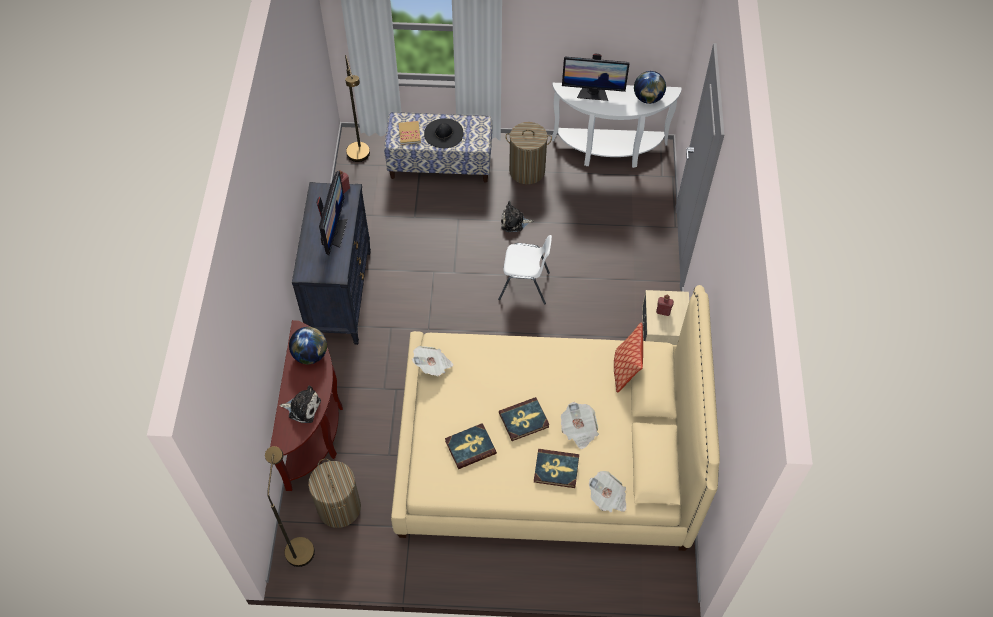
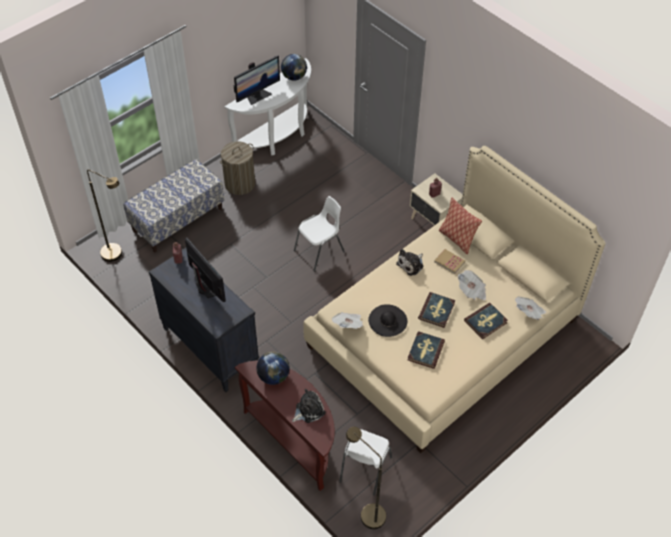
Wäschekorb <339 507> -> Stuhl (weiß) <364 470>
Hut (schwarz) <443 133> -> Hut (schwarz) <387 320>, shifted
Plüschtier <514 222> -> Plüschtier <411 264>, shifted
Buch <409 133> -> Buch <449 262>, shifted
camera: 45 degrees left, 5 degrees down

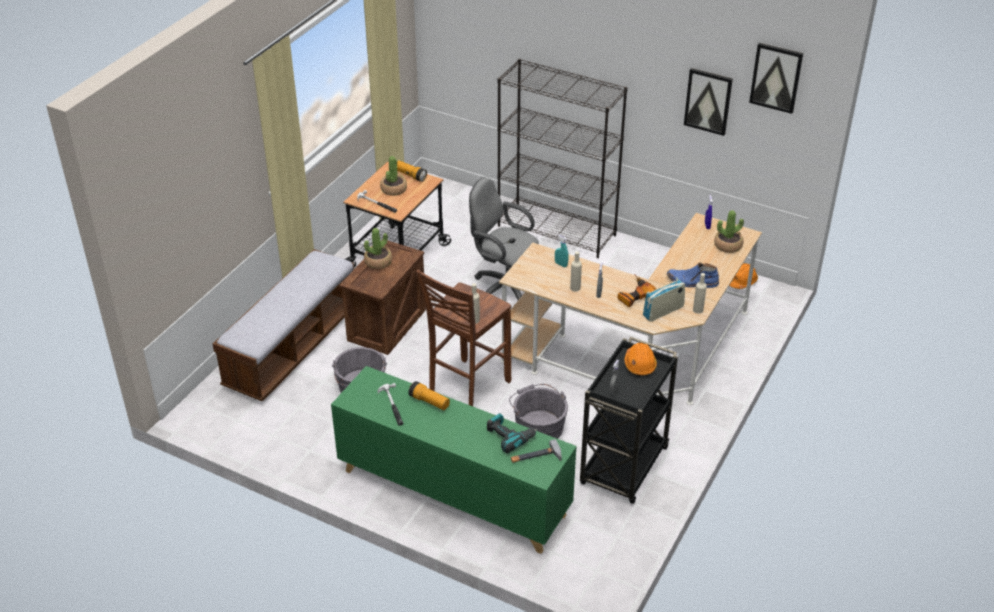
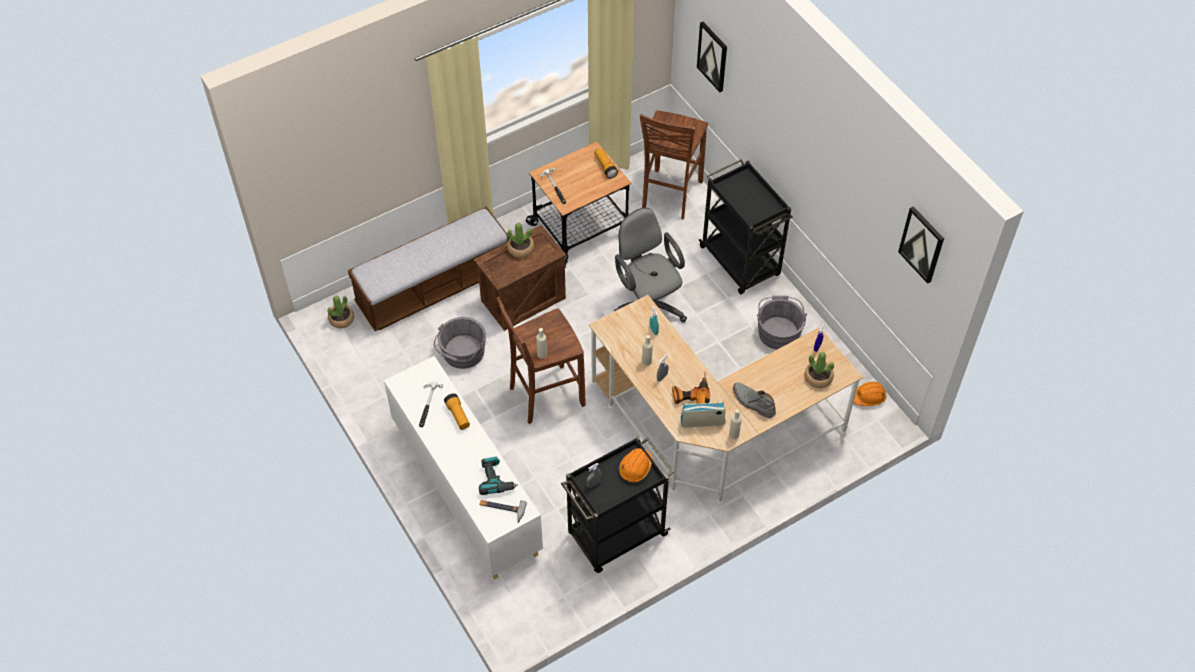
Topfpflanze <393 189> -> Topfpflanze <341 319>, shifted
Schrank (grün) <453 493> -> Schrank (weiß) <466 489>
none -> Hocker (braun) <669 195>
Bild <708 101> -> Bild <713 56>, shifted
Bücherregal (schwarz) <557 230> -> Rollwagen (schwarz) <740 262>
Stiefel (blau) <692 282> -> Stiefel (grau) <753 402>
Eimer (grau) <538 425> -> Eimer (grau) <778 330>, shifted
camera: 30 degrees right, 15 degrees up

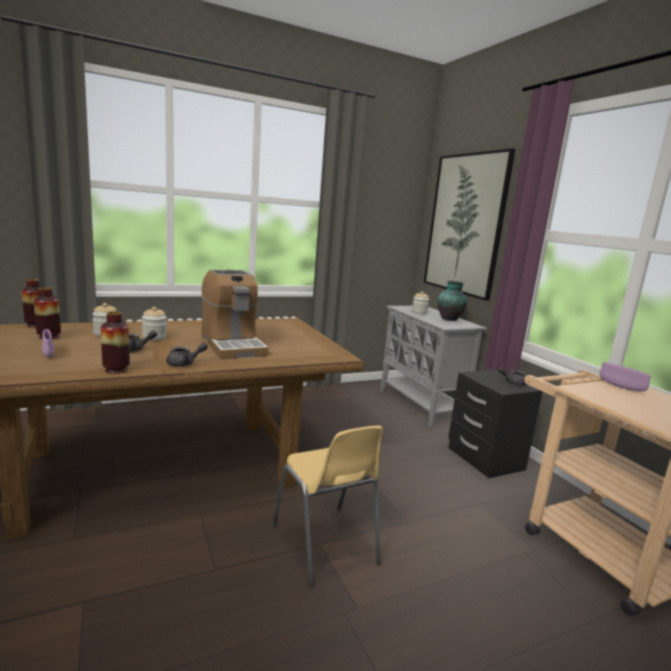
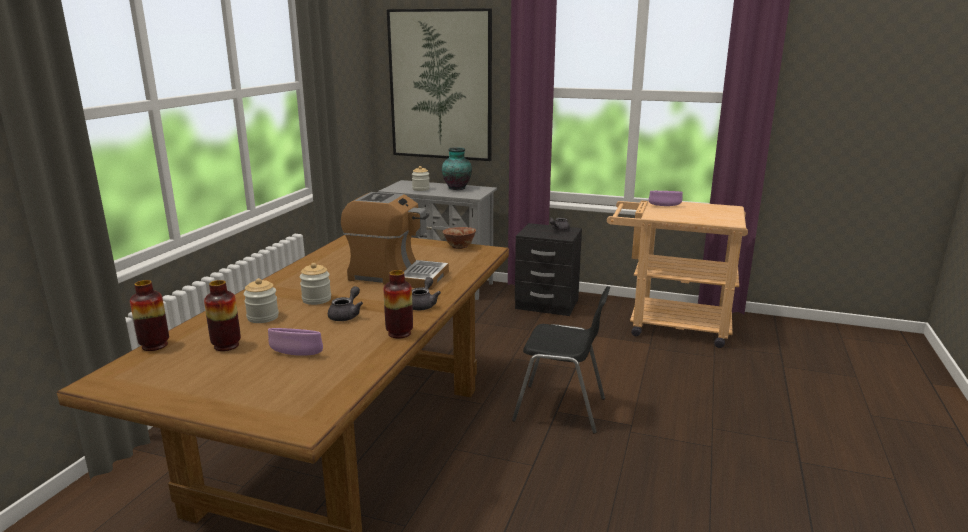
none -> Schüssel <459 247>
Stuhl (gelb) <325 545> -> Stuhl (schwarz) <561 409>
camera: 45 degrees left, 5 degrees up

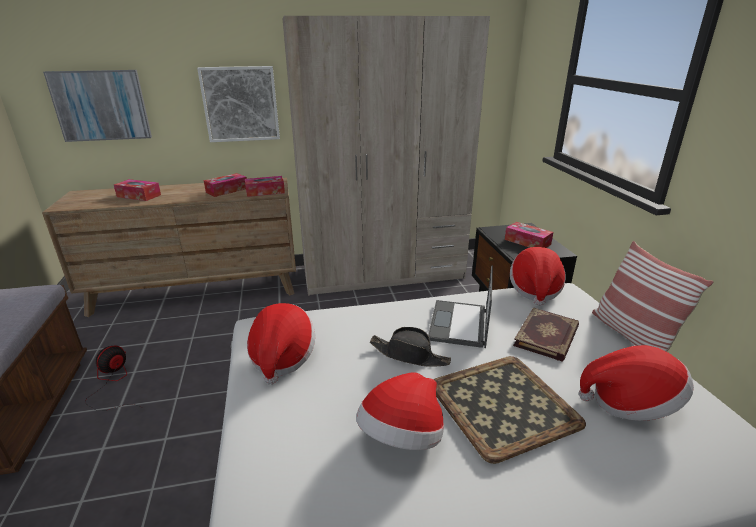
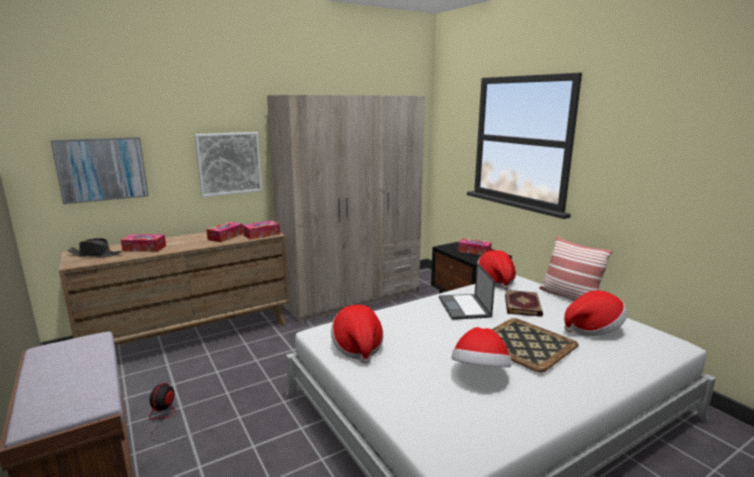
Hut (schwarz) <409 355> -> Hut (schwarz) <95 255>, shifted
camera: 20 degrees left, 10 degrees down

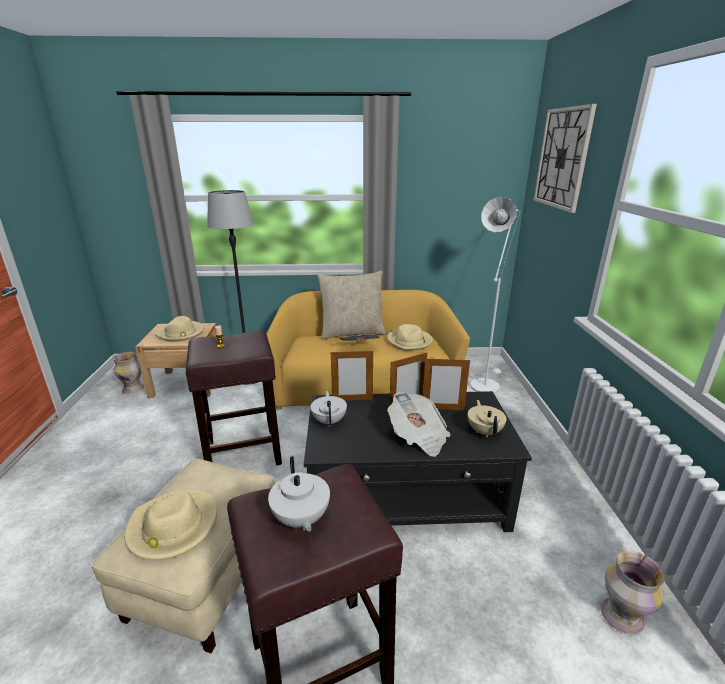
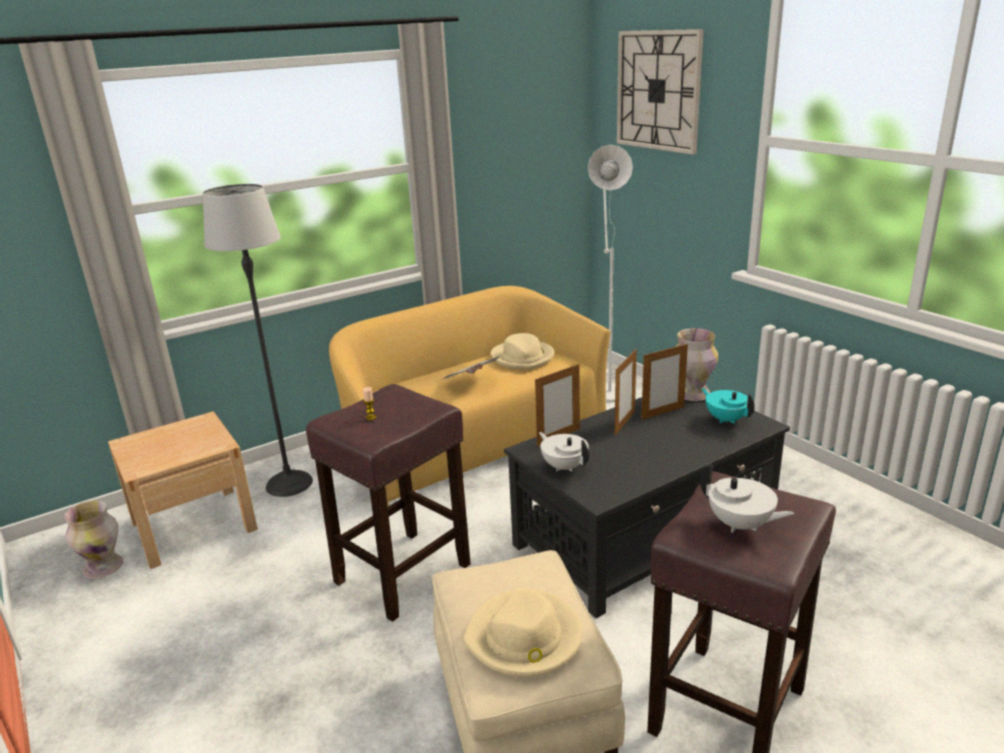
Vase <620 616> -> Vase <691 394>, shifted
Teekanne (beige) <484 431> -> Teekanne (türkis) <726 419>
Hut (beige) <181 333> -> none
Kissen (beige) <352 332> -> none
Zeitung <418 437> -> none
camera: 30 degrees left, 0 degrees up

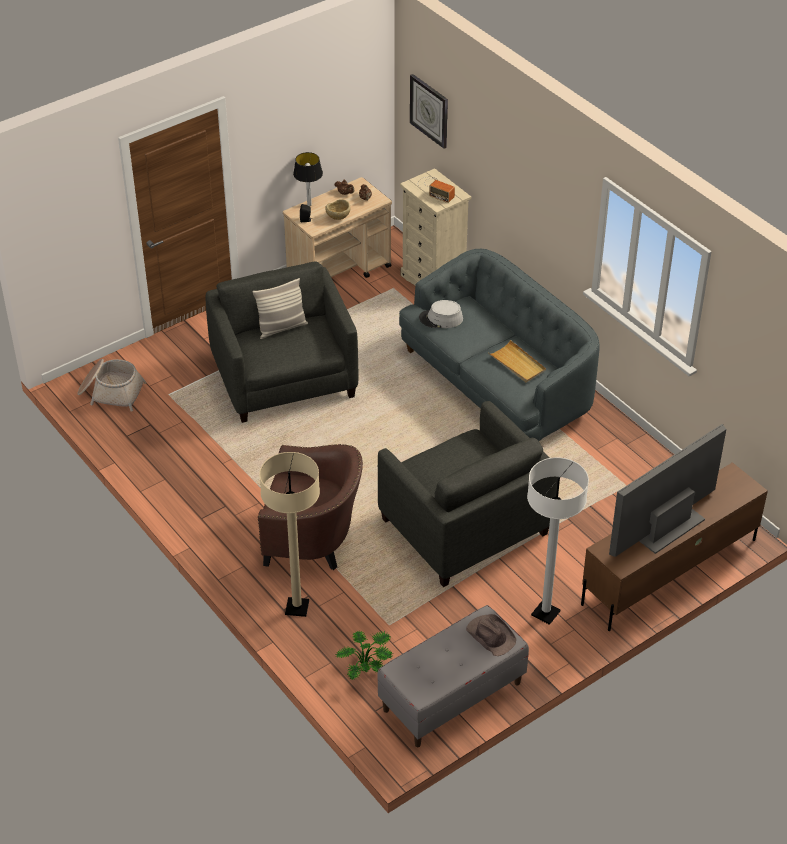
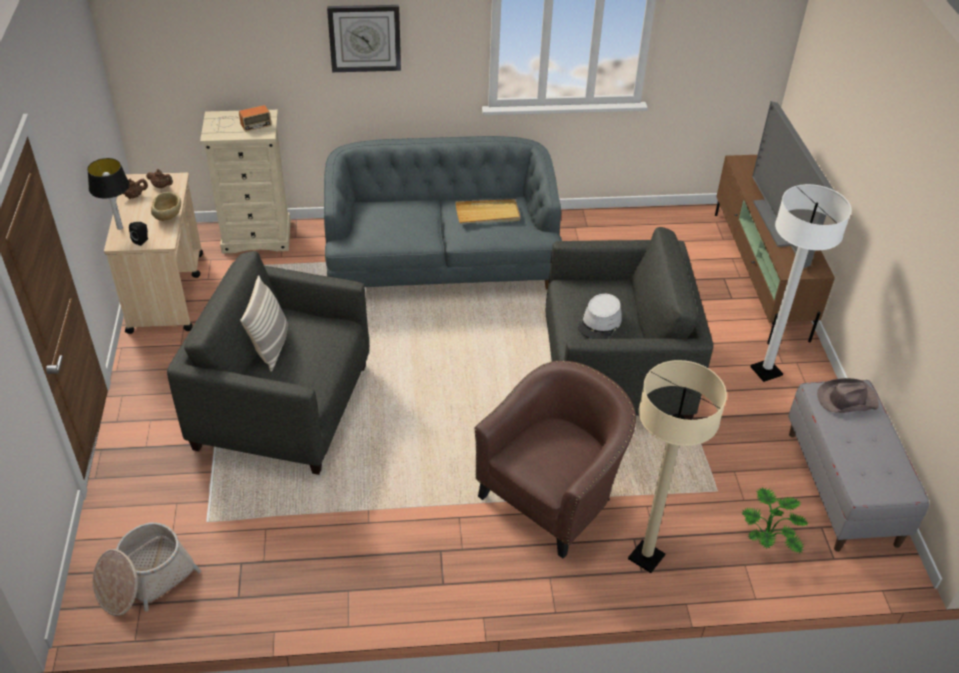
Wanduhr <429 110> -> Wanduhr <364 38>, shifted
Hut (grau) <441 319> -> Hut (grau) <600 323>, shifted
camera: 60 degrees left, 0 degrees up

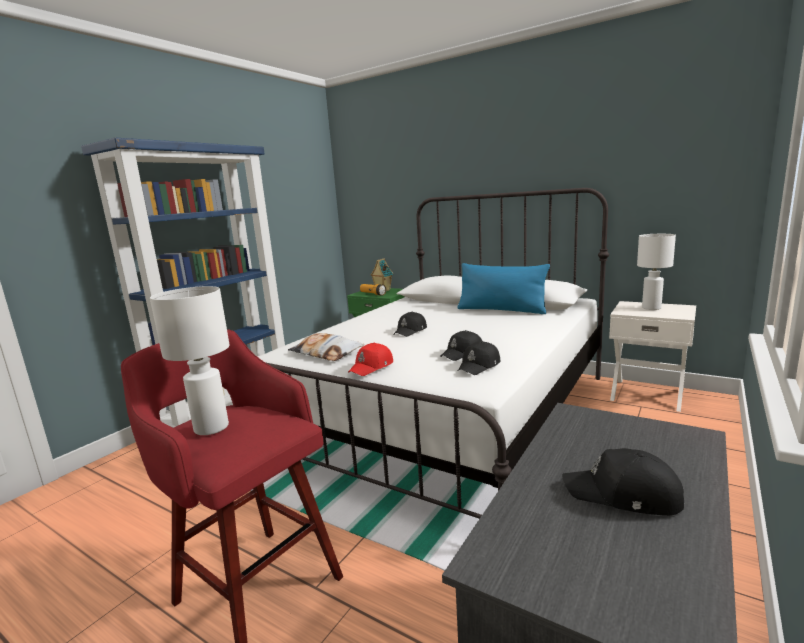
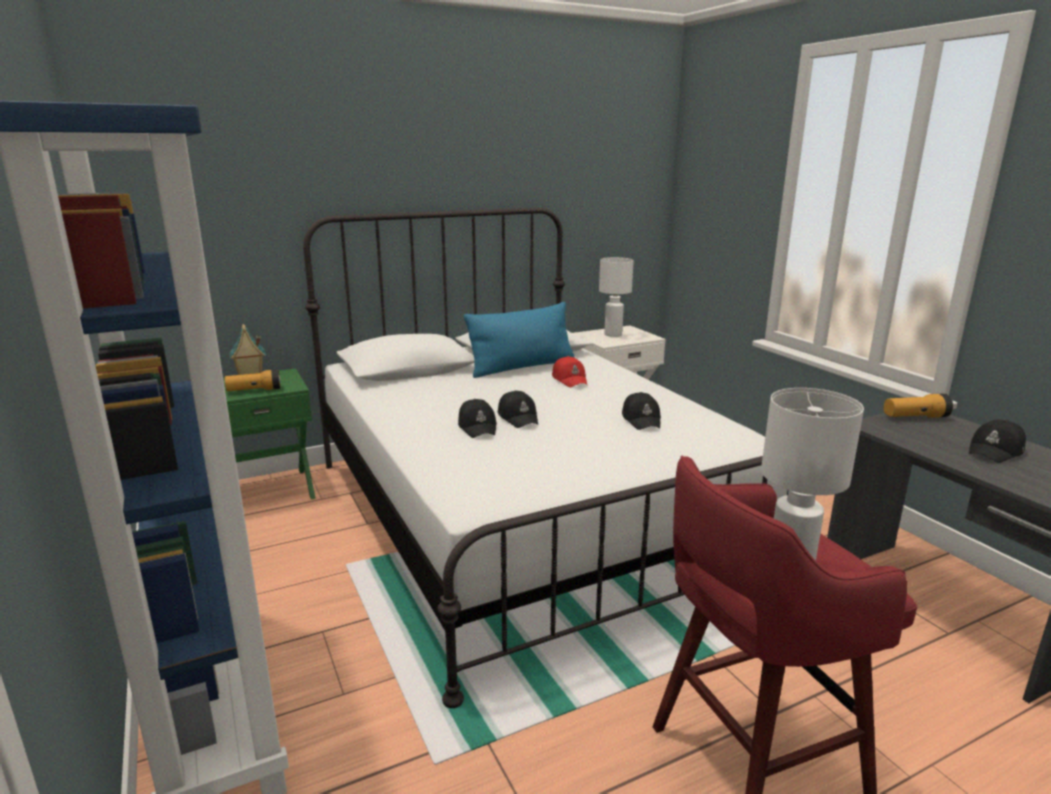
Kappe (schwarz) <479 366> -> Kappe (schwarz) <478 427>, shifted
Kappe (rot) <372 367> -> Kappe (rot) <570 379>, shifted
none -> Taschenlampe <915 417>
Kissen <326 353> -> none
camera: 60 degrees left, 5 degrees up

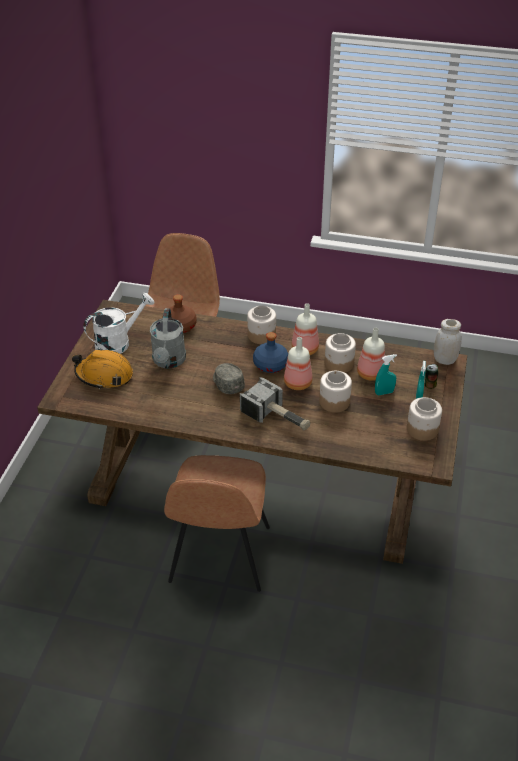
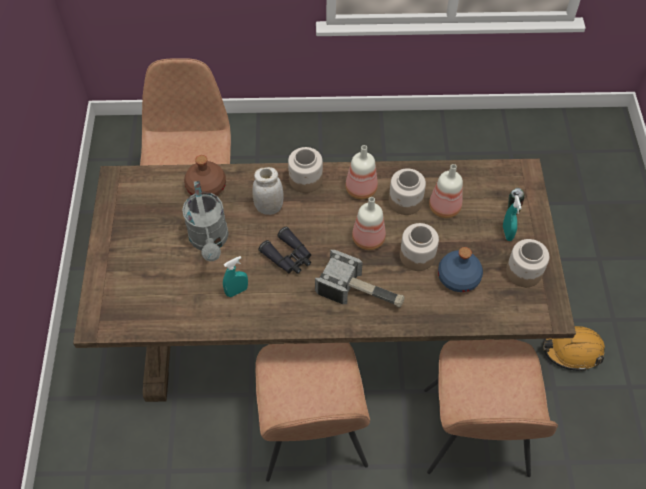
Sprühflasche (türkis) <384 392> -> Sprühflasche (türkis) <237 291>, shifted
Vorratsglas (weiß) <444 360> -> Vorratsglas (weiß) <269 208>, shifted
Kappe (grau) <227 383> -> Fernglas (schwarz) <288 257>
none -> Stuhl (braun) <475 435>
Flasche (blau) <271 364> -> Flasche (blau) <459 277>, shifted
Schutzhelm (orange) <104 375> -> Schutzhelm (orange) <572 350>, shifted
Gießkanne (weiß) <118 342> -> none
camera: 15 degrees left, 15 degrees up

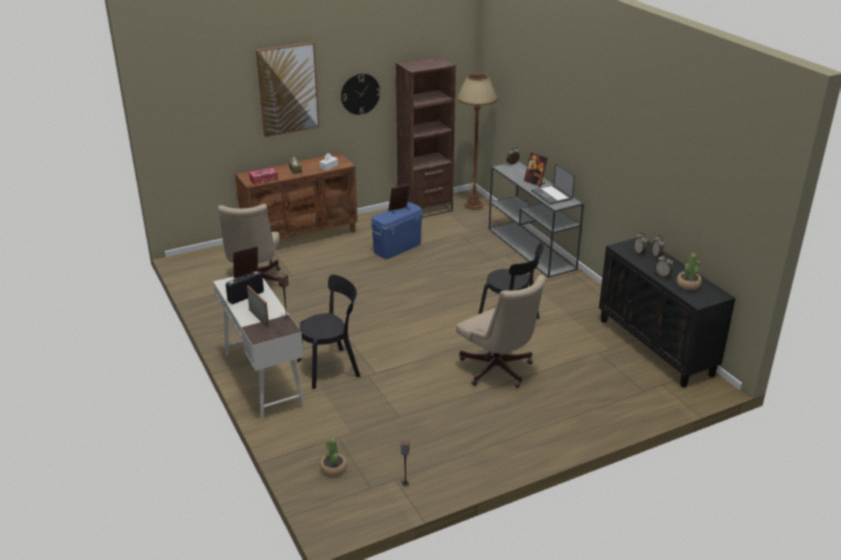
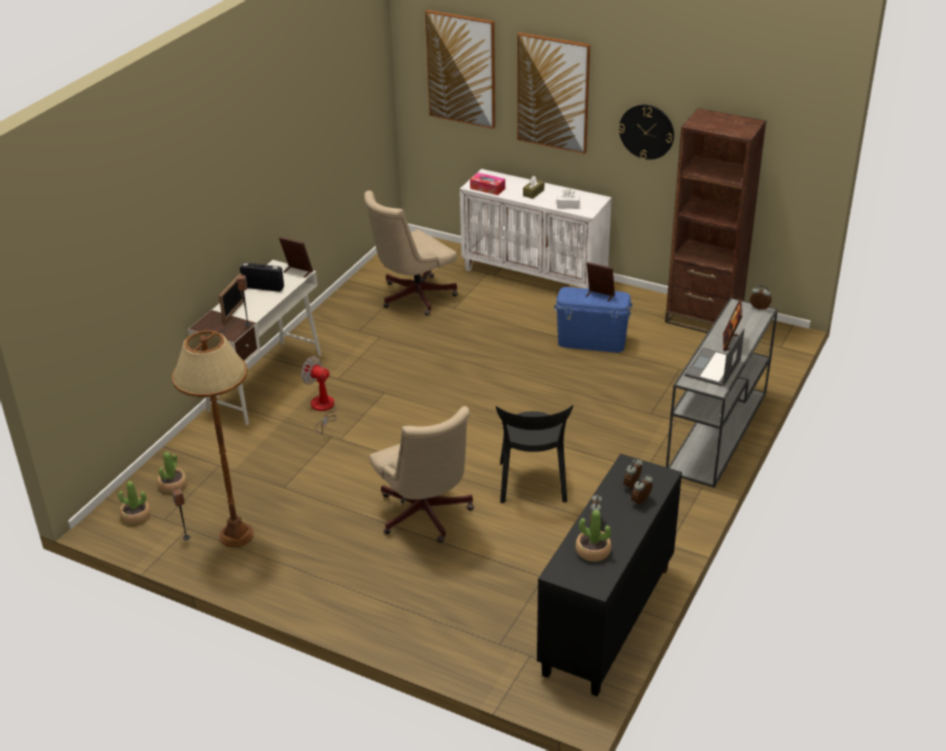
none -> Topfpflanze <136 516>
Stehlampe (braun) <473 205> -> Stehlampe (braun) <236 534>, shifted
Stuhl (schwarz) <331 367> -> Ventilator <322 409>
Bürostuhl (beige) <498 371> -> Bürostuhl (beige) <426 517>, 45 degrees counterclockwise
none -> Bild <461 69>
Schrank (braun) <301 236> -> Schrank (weiß) <535 275>
camera: 55 degrees right, 5 degrees up

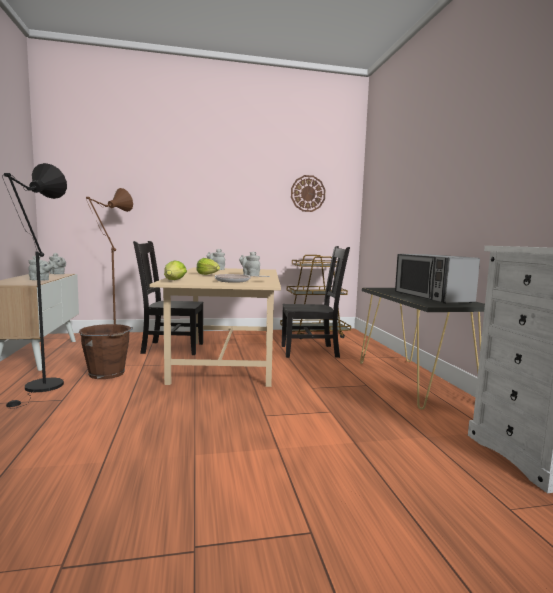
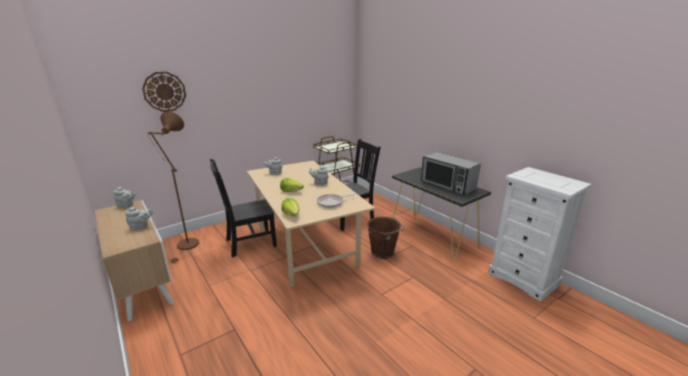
Wanduhr <308 193> -> Wanduhr <164 91>, shifted
Eimer (braun) <107 374> -> Eimer (braun) <383 252>, shifted
Stehlampe (schwarz) <41 388> -> none
camera: 25 degrees left, 15 degrees up

